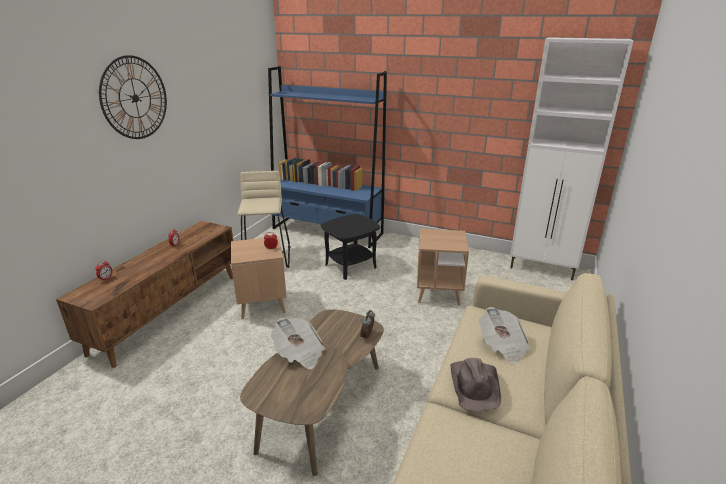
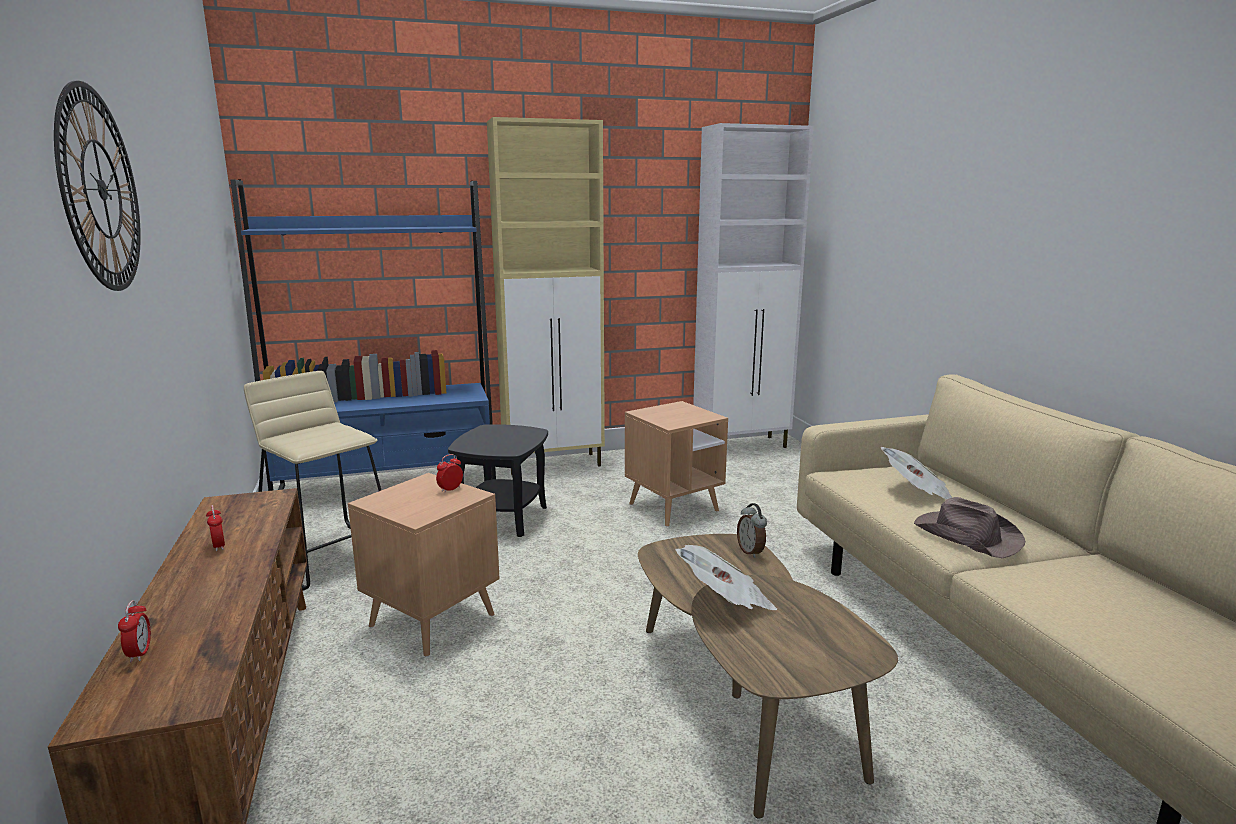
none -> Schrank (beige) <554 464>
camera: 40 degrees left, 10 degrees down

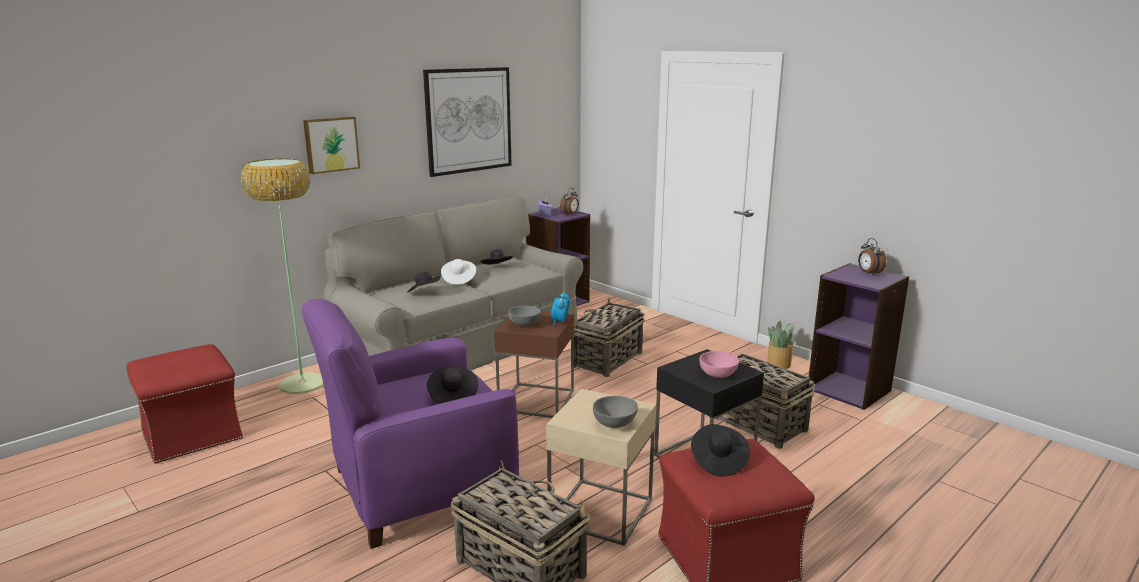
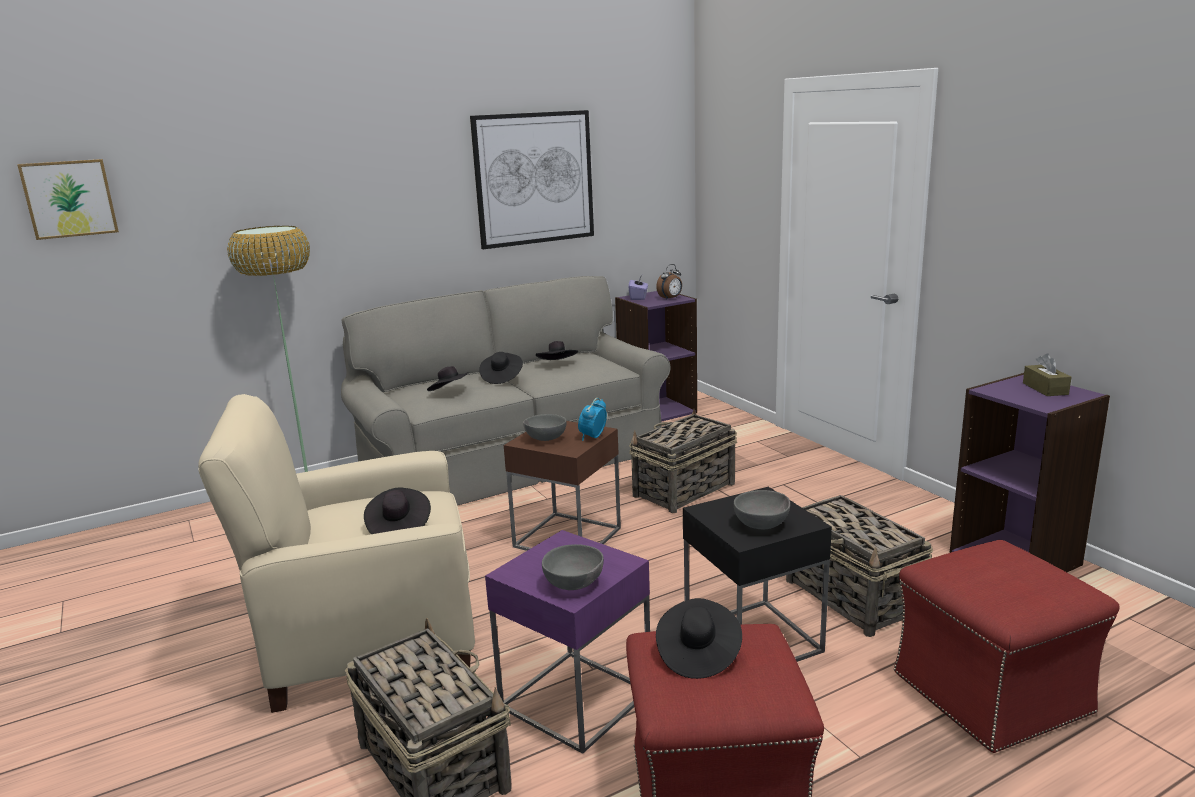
Bild <331 144> -> Bild <69 198>, shifted
Sessel (lila) <419 487> -> Sessel (beige) <369 638>
Hut (weiß) <458 279> -> Hut (schwarz) <501 377>
Beistelltisch (beige) <601 511> -> Beistelltisch (lila) <576 699>
Schüssel (rosa) <719 375> -> Schüssel (grau) <763 525>
Polsterhocker (rot) <192 435> -> Polsterhocker (rot) <992 694>, shifted
Wecker <868 273> -> Taschentuchbox (braun) <1045 389>
Topfpflanze <779 364> -> none
camera: 15 degrees right, 0 degrees up

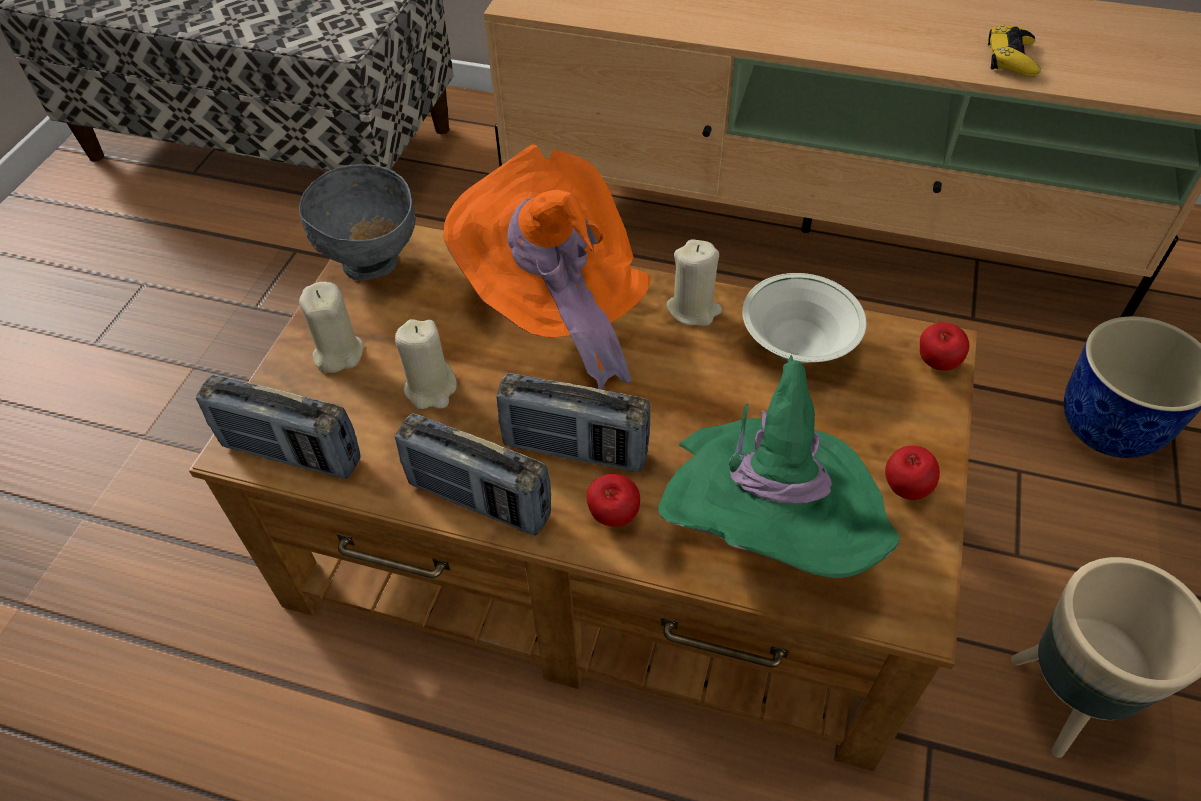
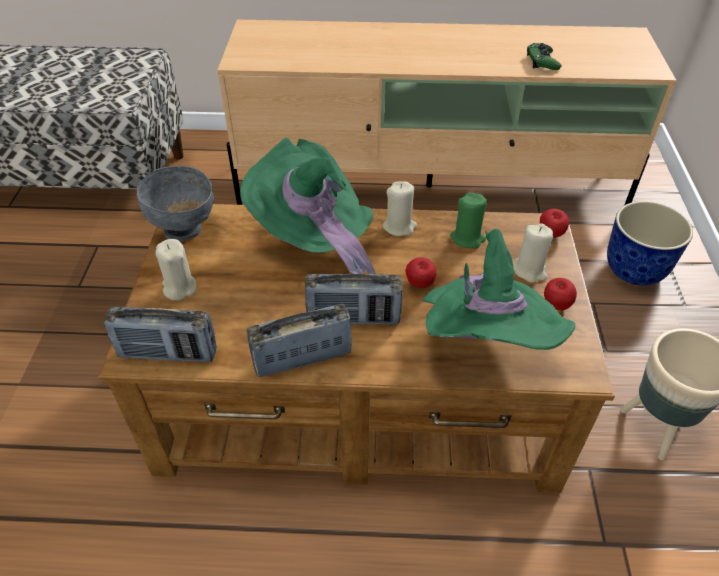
Hut (orange) <556 305> -> Hut (grün) <313 237>
Radio <479 500> -> Radio <302 359>, 150 degrees clockwise
Apfel <613 517> -> Apfel <419 285>, shifted
Schüssel (weiß) <796 347> -> Kerze (grün) <467 238>
Kerze (beige) <431 389> -> Kerze (beige) <530 270>, shifted
Gamepad (gelb) <1011 58> -> Gamepad (grün) <542 61>
camera: 15 degrees left, 5 degrees down

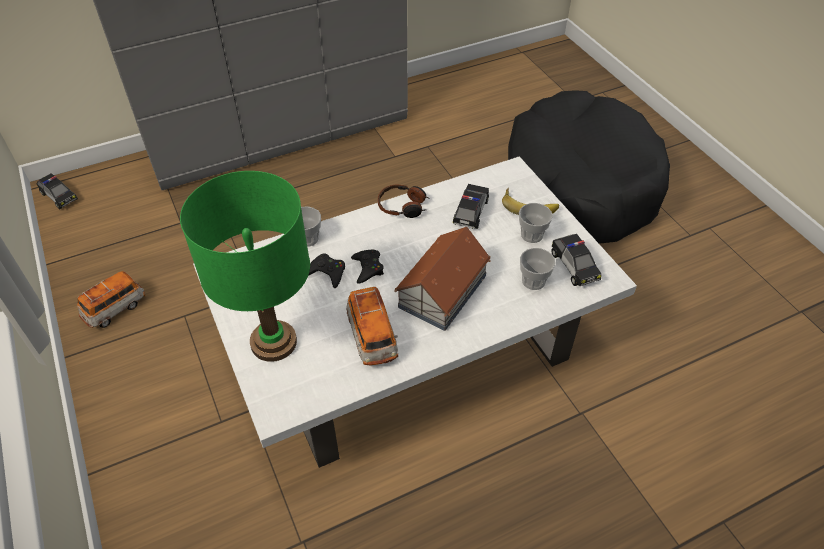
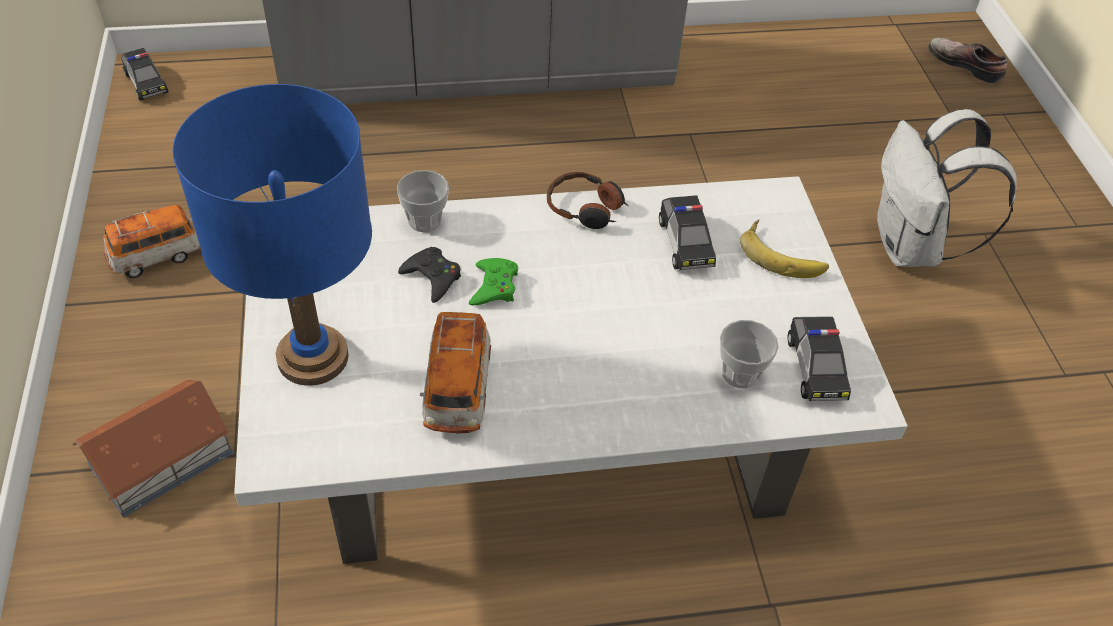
Spielzeughaus <443 290> -> Spielzeughaus <163 458>, shifted
Tischlampe (grün) <274 342> -> Tischlampe (blau) <313 358>
Gamepad (schwarz) <368 268> -> Gamepad (grün) <494 286>
Spielzeugauto <470 212> -> Spielzeugauto <685 243>, 135 degrees clockwise
Hundebett (schwarz) <580 184> -> Rucksack (weiß) <911 248>
none -> Schuh <965 64>
Tasse <532 235> -> none
camera: 15 degrees right, 0 degrees up

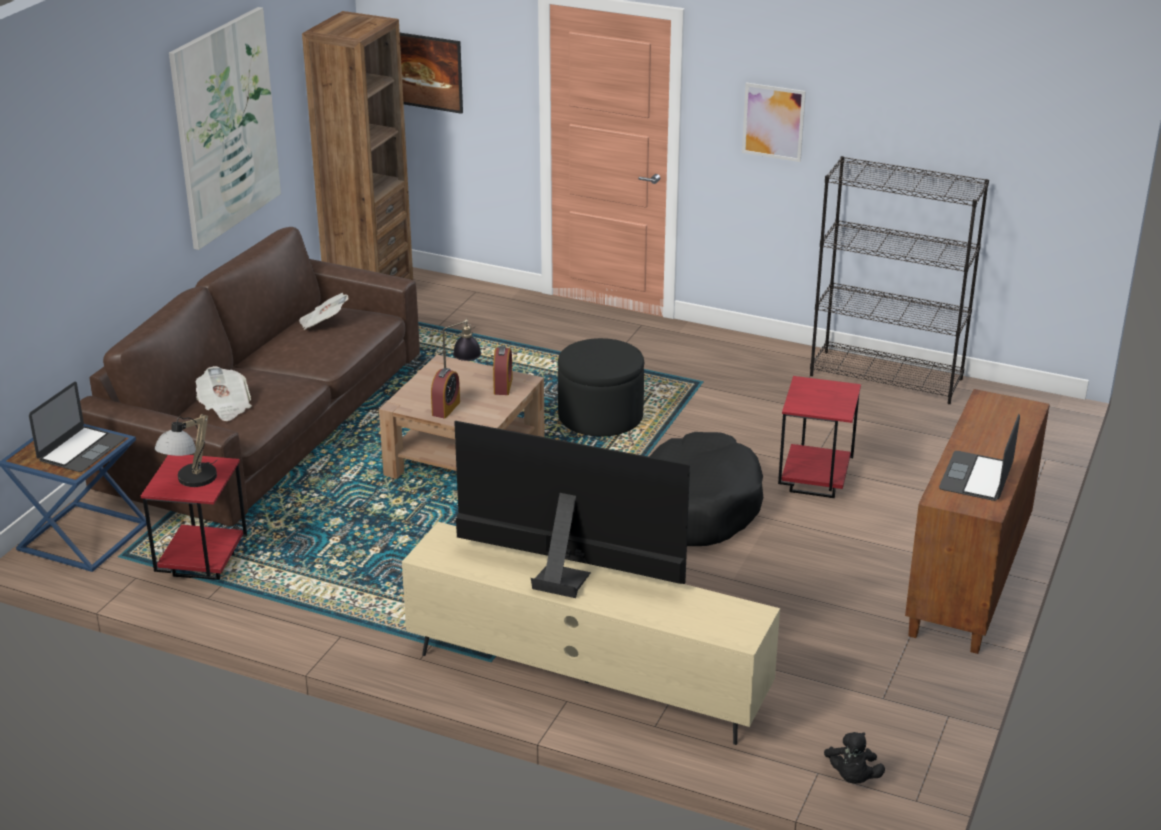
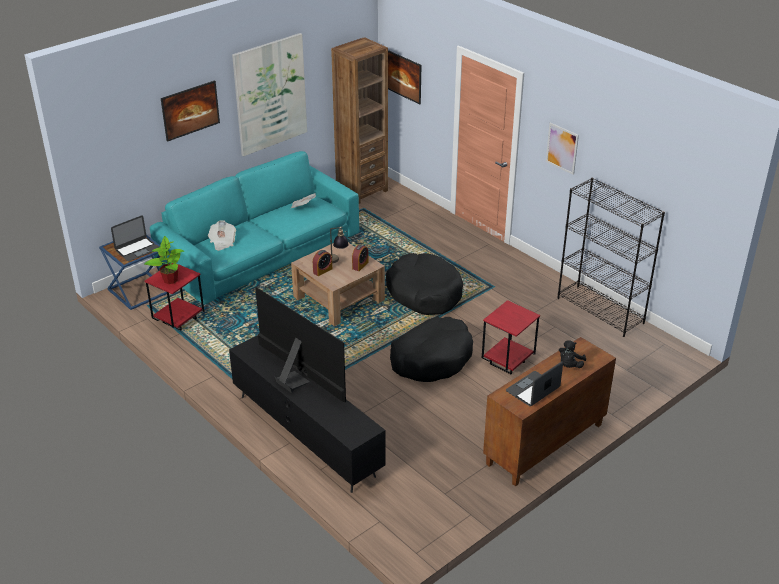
Tischlampe <191 482> -> Topfpflanze <170 280>
Sofa (braun) <267 422> -> Sofa (türkis) <261 252>
none -> Bild <191 121>
Fernsehschrank (beige) <587 681> -> Fernsehschrank (schwarz) <307 435>
Polsterhocker (schwarz) <600 417> -> Hundebett (schwarz) <424 293>
Plüschtier (schwarz) <852 777> -> Plüschtier (schwarz) <569 365>, shifted
camera: 25 degrees right, 5 degrees up

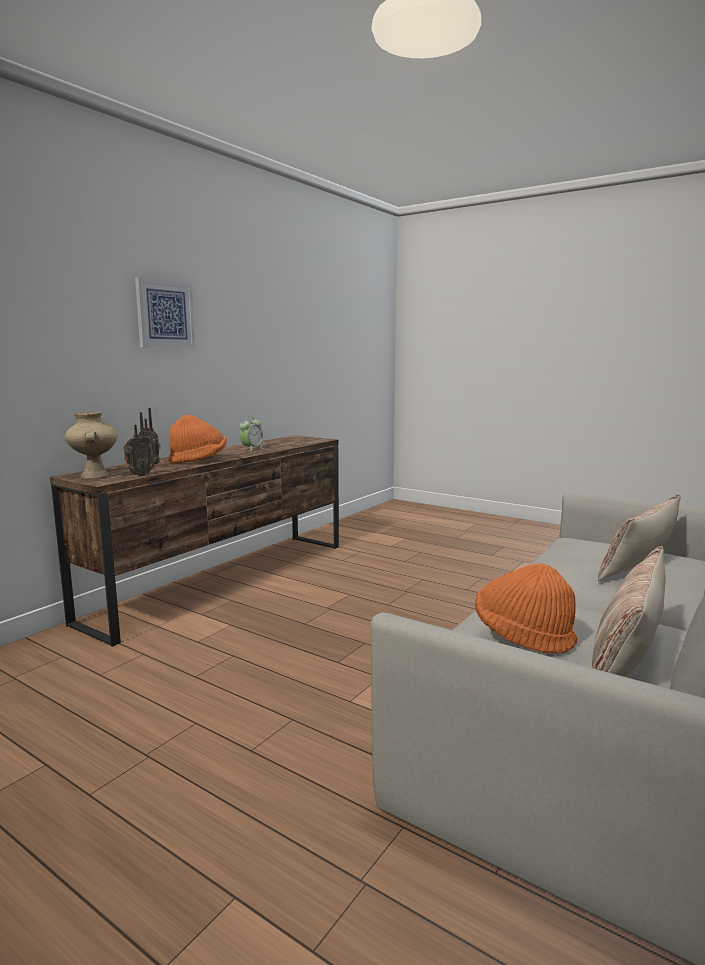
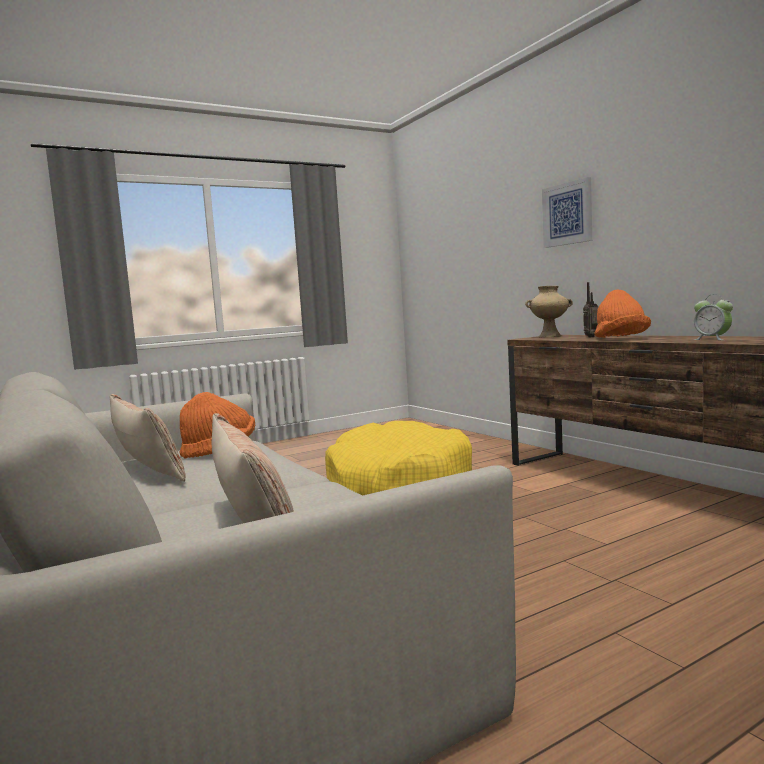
none -> Hundebett (gelb) <399 484>
Bild <165 314> -> Bild <567 214>, shifted
Radio <138 475> -> none
camera: 115 degrees right, 5 degrees down

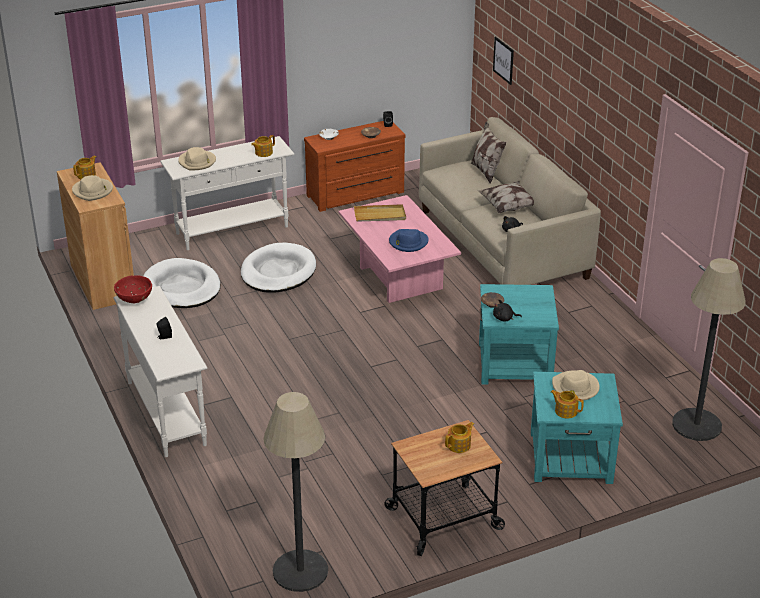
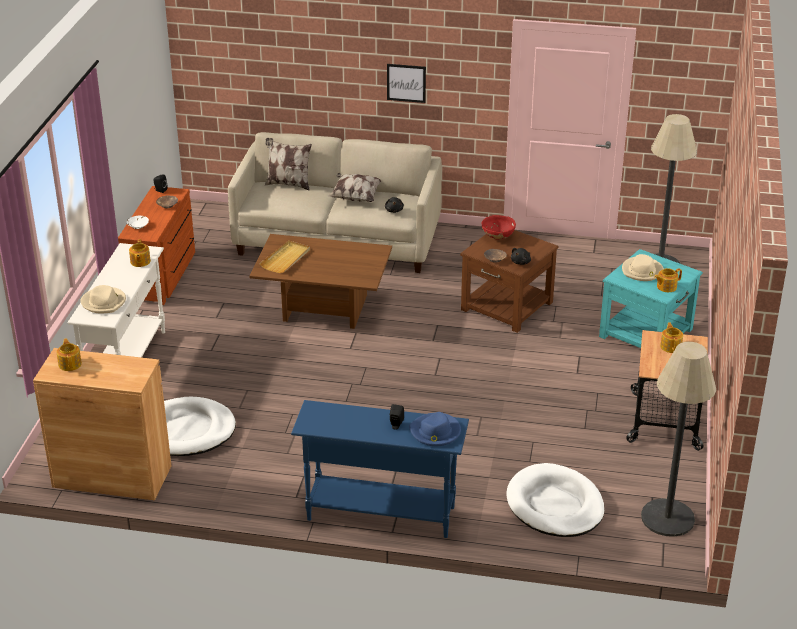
Couchtisch (rosa) <397 278> -> Couchtisch (braun) <323 309>
Konsolentisch (weiß) <166 413> -> Konsolentisch (blau) <380 513>
Bild <503 60> -> Bild <406 83>, shifted
Hut (blau) <408 242> -> Hut (blau) <435 432>, shifted
Beistelltisch (türkis) <514 363> -> Beistelltisch (braun) <506 306>
Schüssel (rot) <134 300> -> Schüssel (rot) <498 237>, shifted
Hundebett (weiß) <278 272> -> Hundebett (weiß) <555 505>, shifted
Hut (beige) <93 191> -> none
camera: 55 degrees left, 0 degrees up

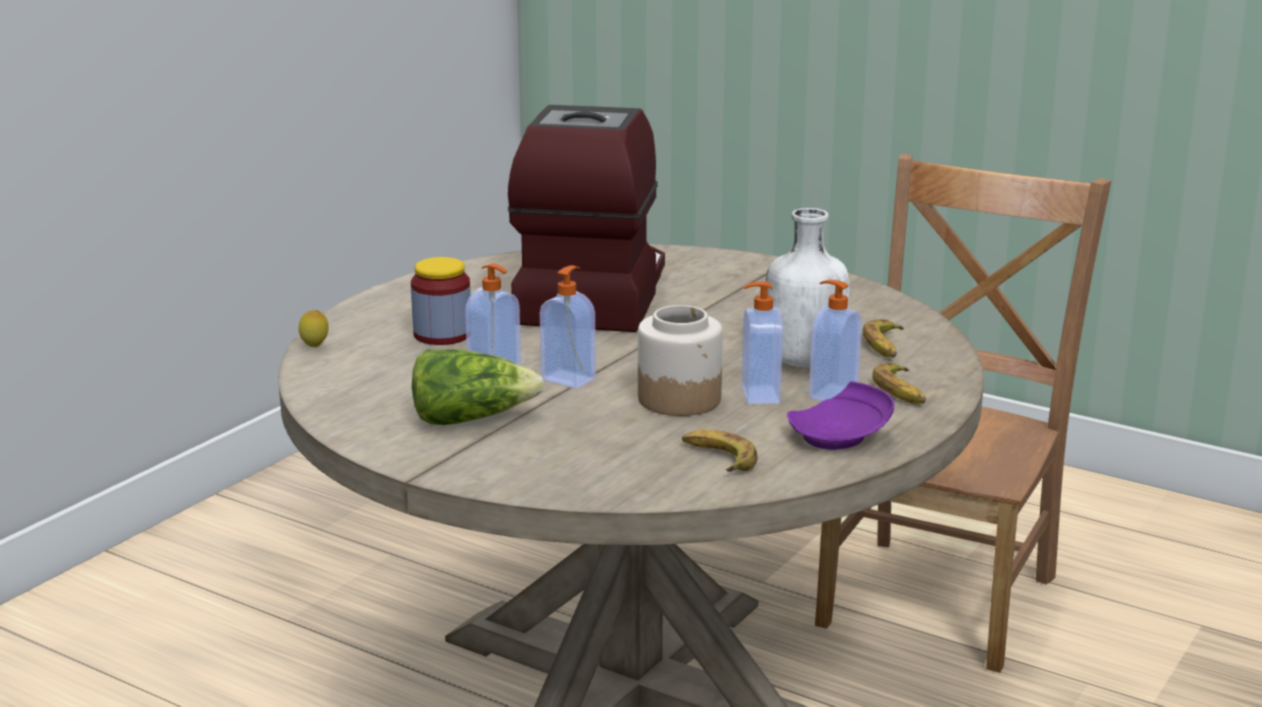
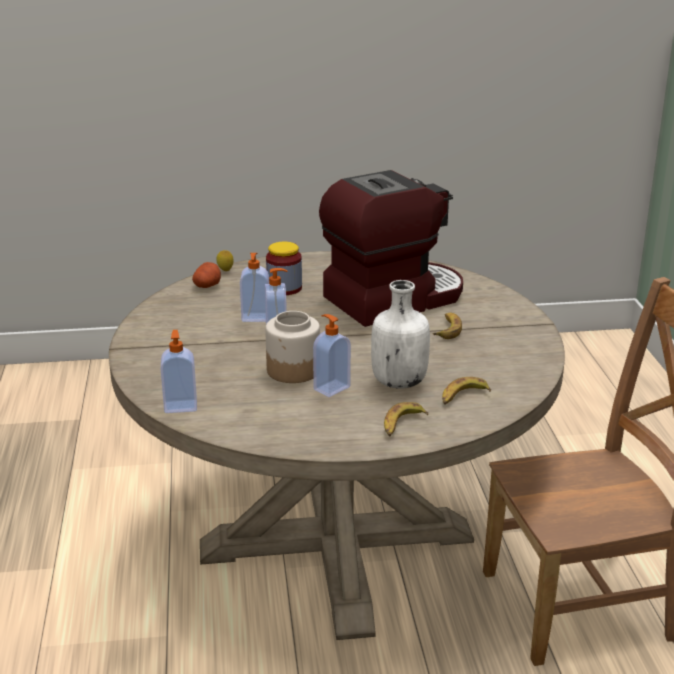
Seifenspender <831 394> -> Seifenspender <180 406>, shifted
none -> Kartoffel <207 286>
Banane <718 458> -> Banane <447 329>, shifted
Salatkopf <471 419> -> none
Teller (lila) <841 437> -> none
camera: 50 degrees right, 5 degrees up

